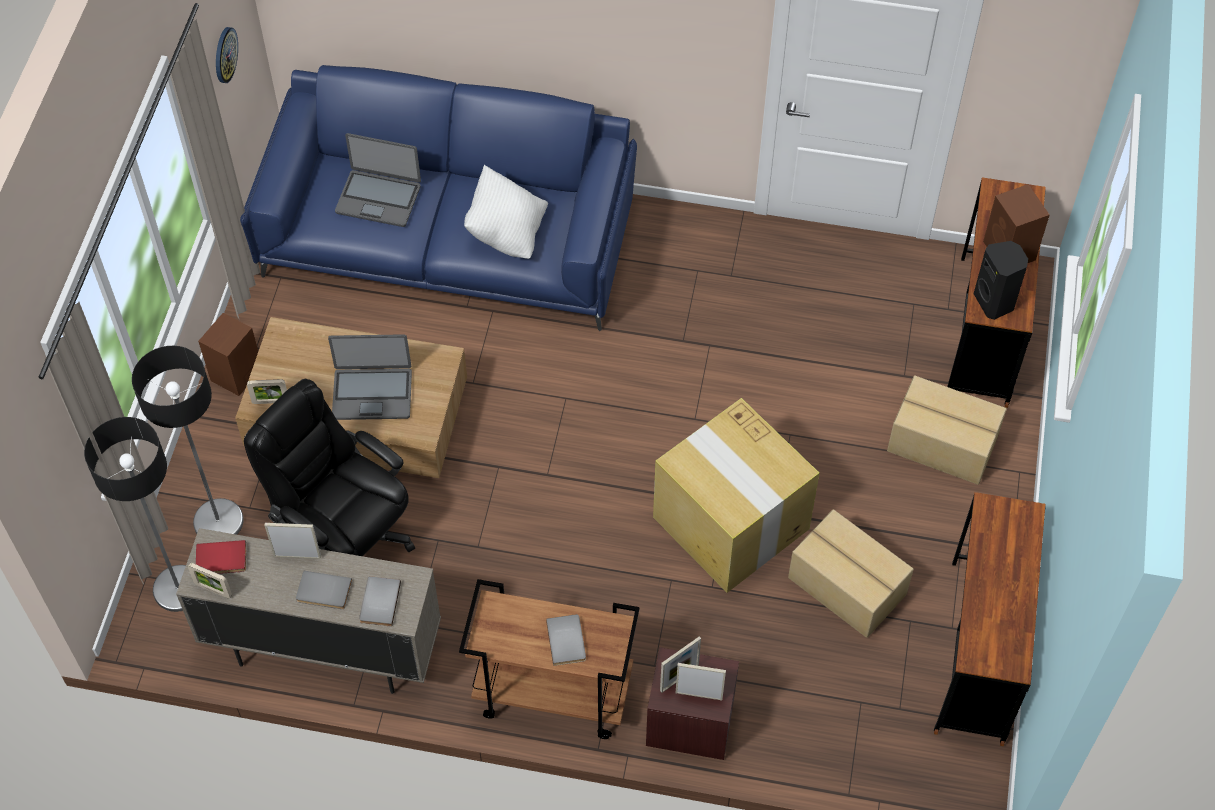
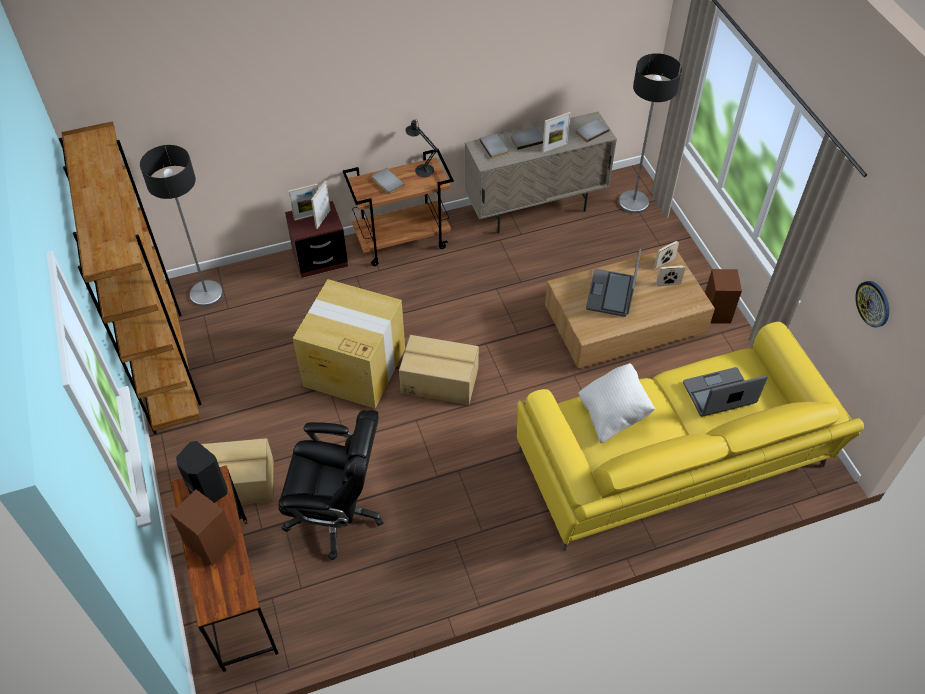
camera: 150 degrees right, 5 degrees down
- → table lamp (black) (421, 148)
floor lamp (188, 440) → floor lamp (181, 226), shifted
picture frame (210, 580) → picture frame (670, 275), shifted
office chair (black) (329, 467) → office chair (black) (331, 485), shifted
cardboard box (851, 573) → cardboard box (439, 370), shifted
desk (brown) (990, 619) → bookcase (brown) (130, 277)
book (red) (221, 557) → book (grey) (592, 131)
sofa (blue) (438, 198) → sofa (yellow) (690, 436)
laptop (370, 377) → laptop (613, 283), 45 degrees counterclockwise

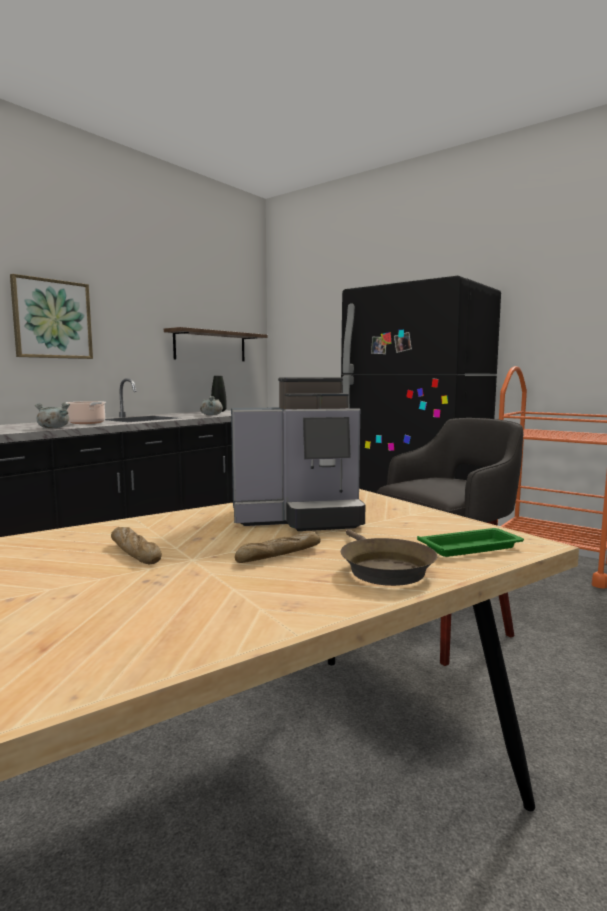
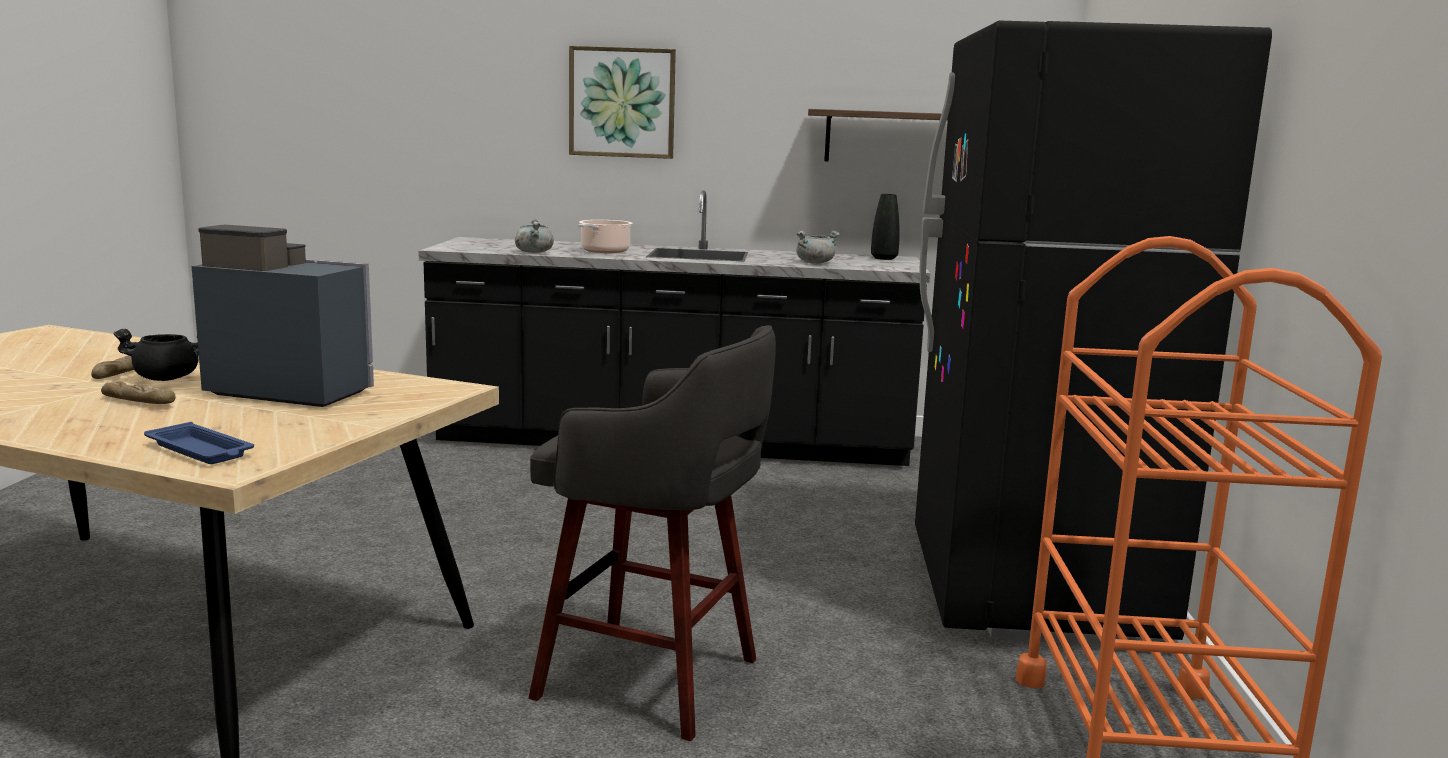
camera: 55 degrees right, 5 degrees up
frying pan (brown) (389, 557) → -
- → cooking pot (black) (156, 355)
tray (green) (470, 542) → tray (blue) (199, 443)
coffee machine (298, 454) → coffee machine (283, 316), 150 degrees clockwise

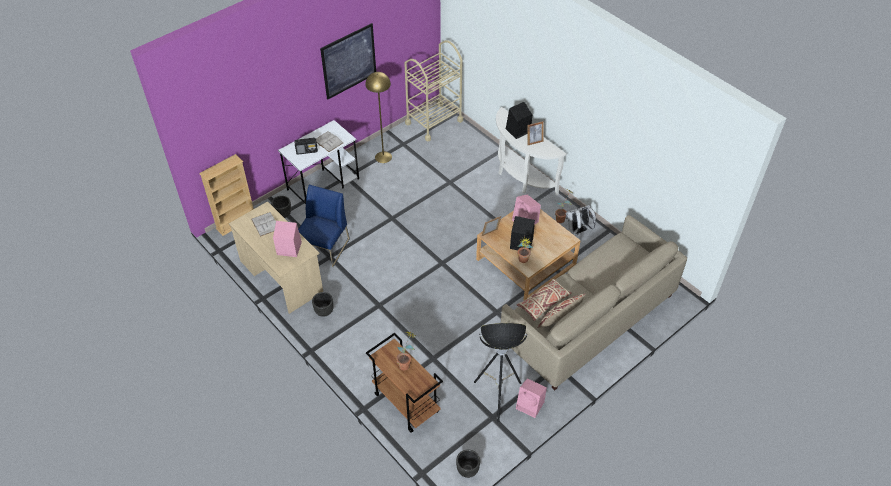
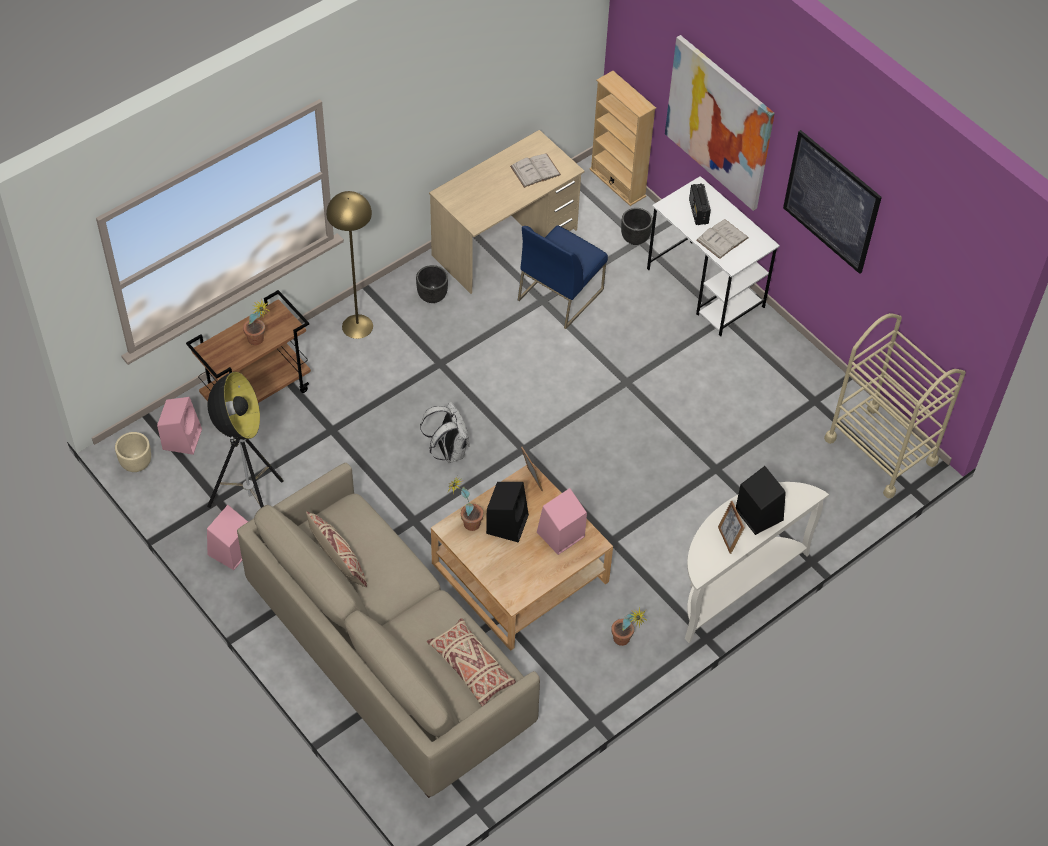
camera: 90 degrees right, 5 degrees up
- → picture (720, 123)
speaker (pink) (287, 239) → speaker (pink) (179, 426), shifted
floor lamp (yellow) (378, 117) → floor lamp (yellow) (349, 265), shifted
pillow (beige) (544, 300) → pillow (beige) (471, 662), shifted
backpack (white) (581, 220) → backpack (white) (445, 432), shifted
planter (black) (468, 463) → planter (beige) (133, 452)
chair (blue) (324, 225) → chair (blue) (563, 277), 105 degrees clockwise

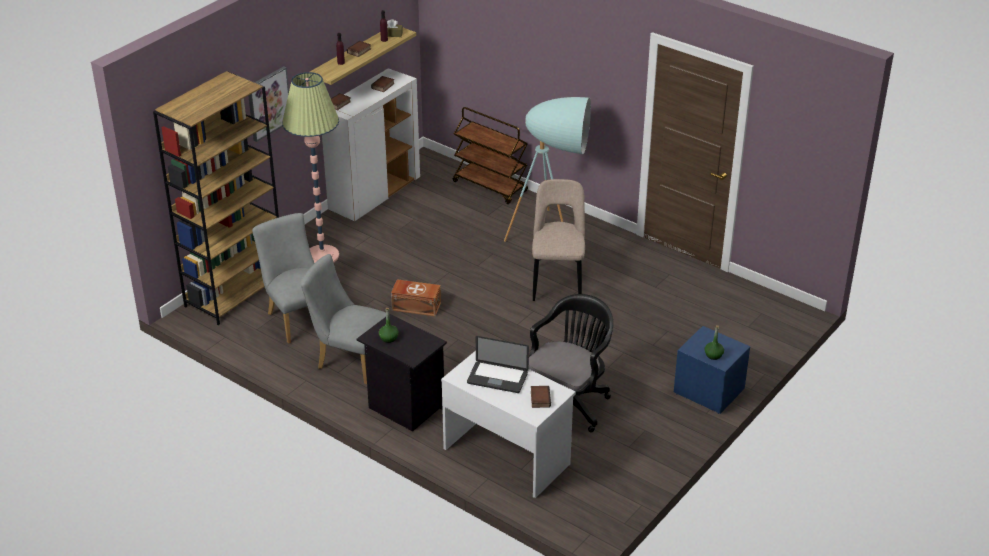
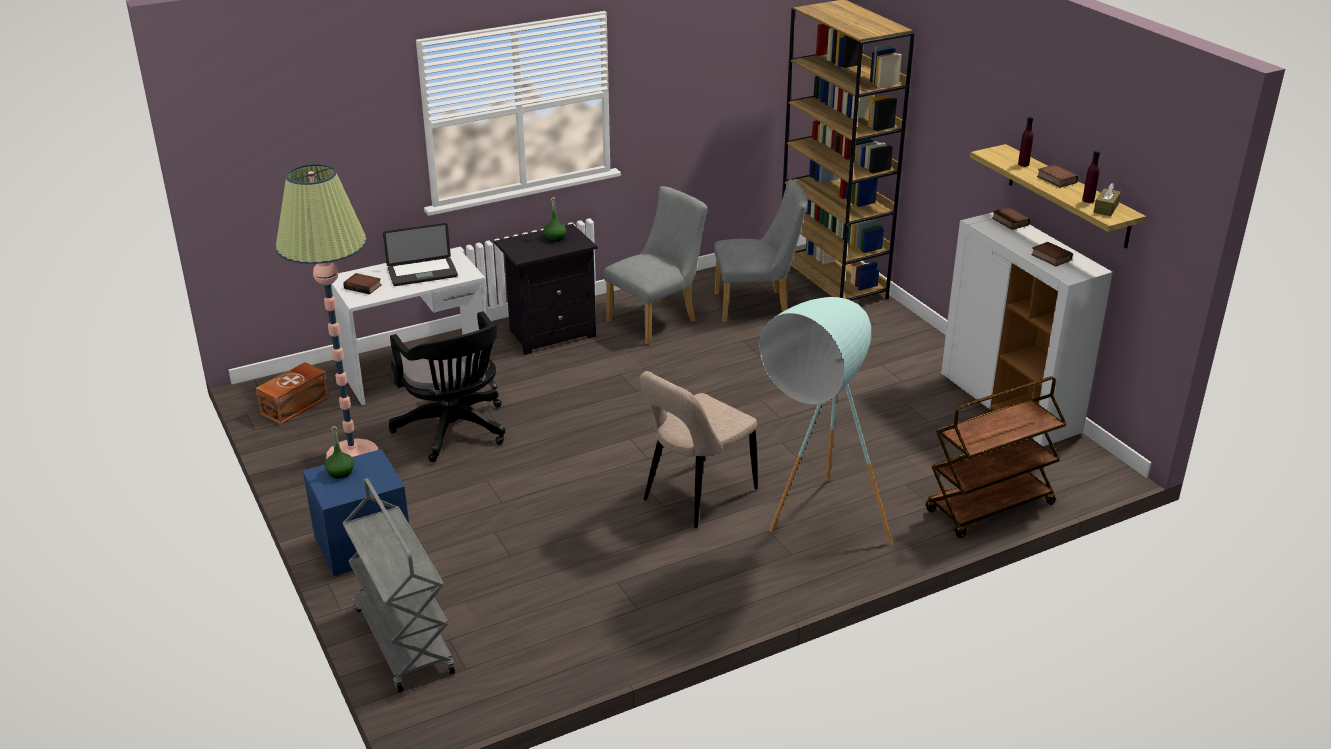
camera: 115 degrees right, 5 degrees down
picture (269, 104) → -
- → cart (grey) (399, 585)
floor lamp (310, 167) → floor lamp (327, 311), shifted
storage box (brown) (416, 297) → storage box (brown) (292, 393), shifted
laptop (498, 364) → laptop (420, 254), 150 degrees counterclockwise
chair (beige) (558, 240) → chair (beige) (699, 449), 105 degrees clockwise

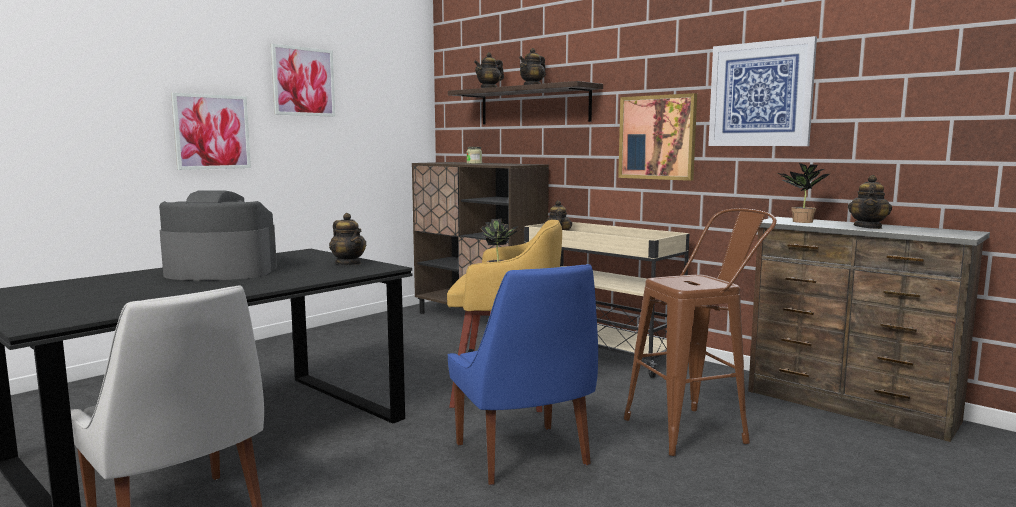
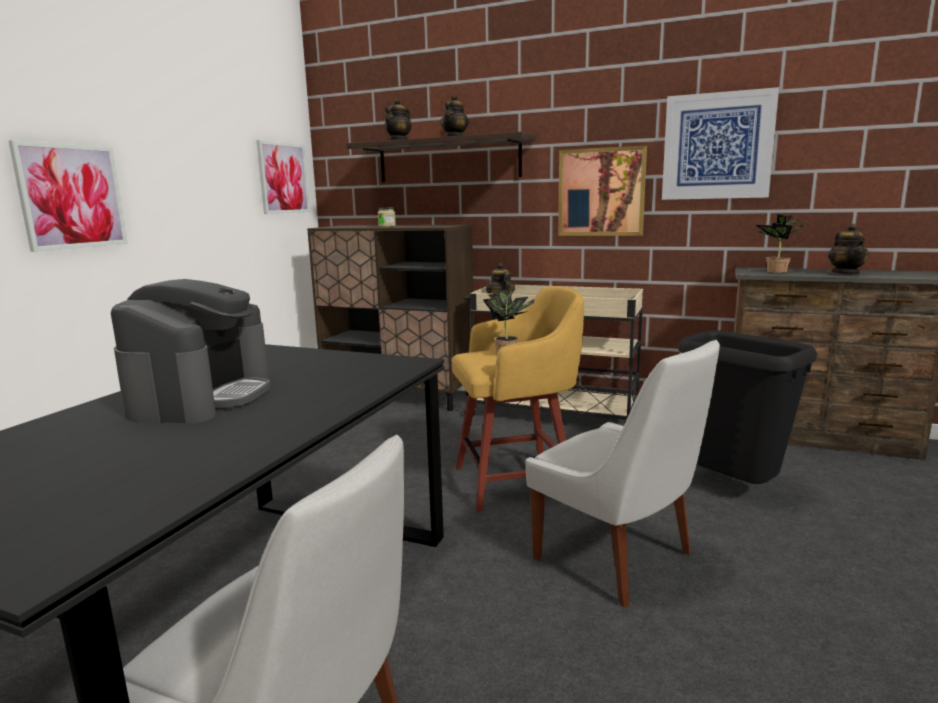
camera: 20 degrees left, 5 degrees up
teapot (347, 239) → -
picture (303, 80) → picture (283, 177), shifted
stool (brown) (700, 332) → trash can (black) (748, 407)
chair (blue) (523, 374) → chair (white) (622, 473)
coffee machine (218, 235) → coffee machine (191, 351), 120 degrees clockwise

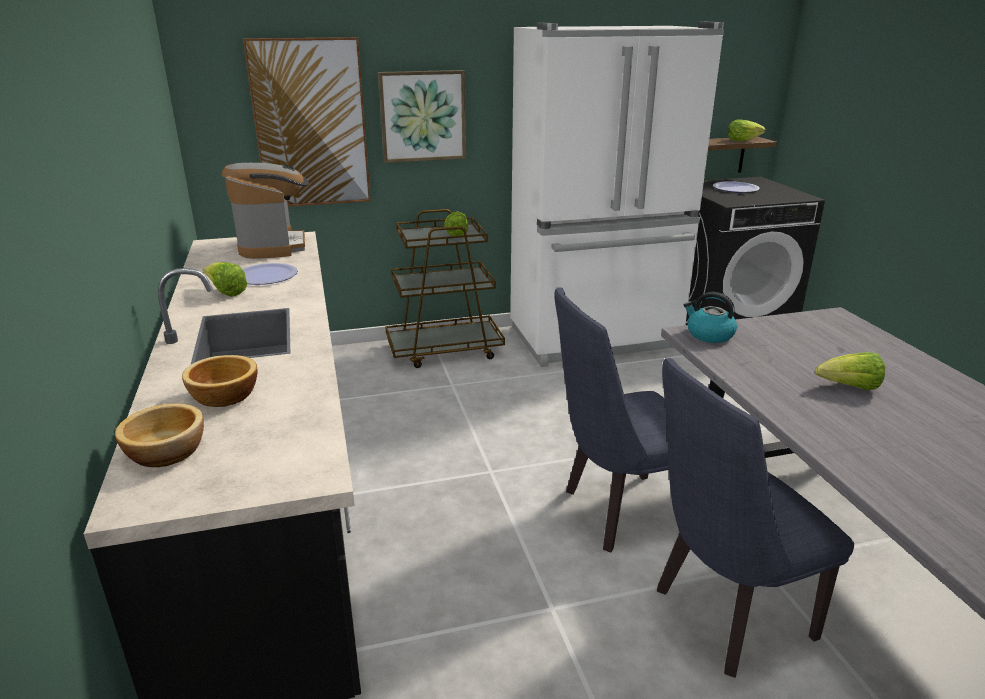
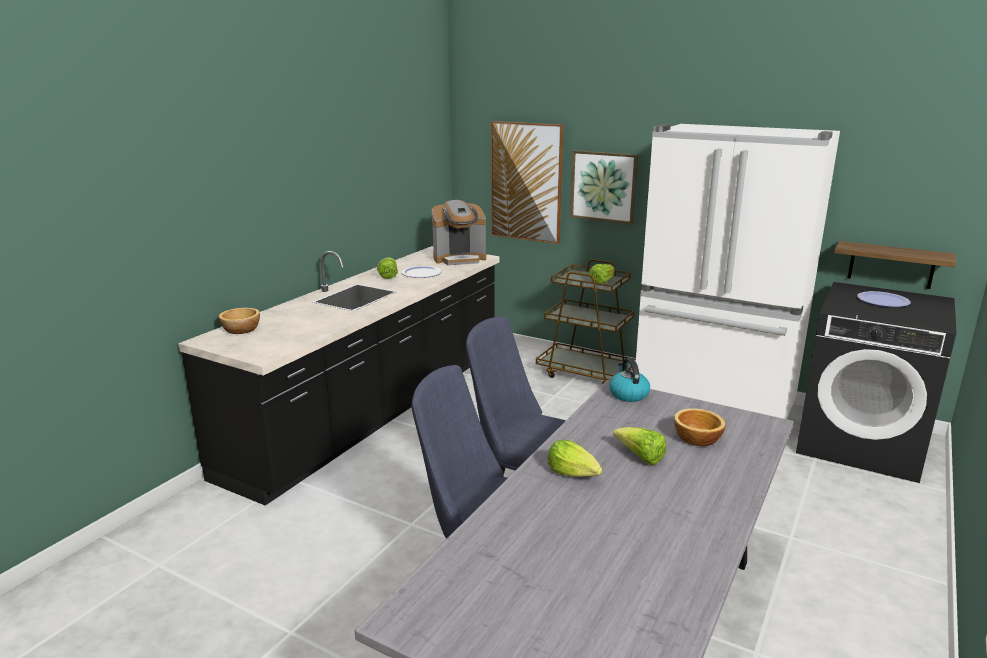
camera: 45 degrees right, 5 degrees down
bowl (219, 381) → bowl (700, 427), shifted
lettuce (747, 130) → lettuce (575, 458), shifted
coffee machine (265, 211) → coffee machine (459, 232), 45 degrees clockwise

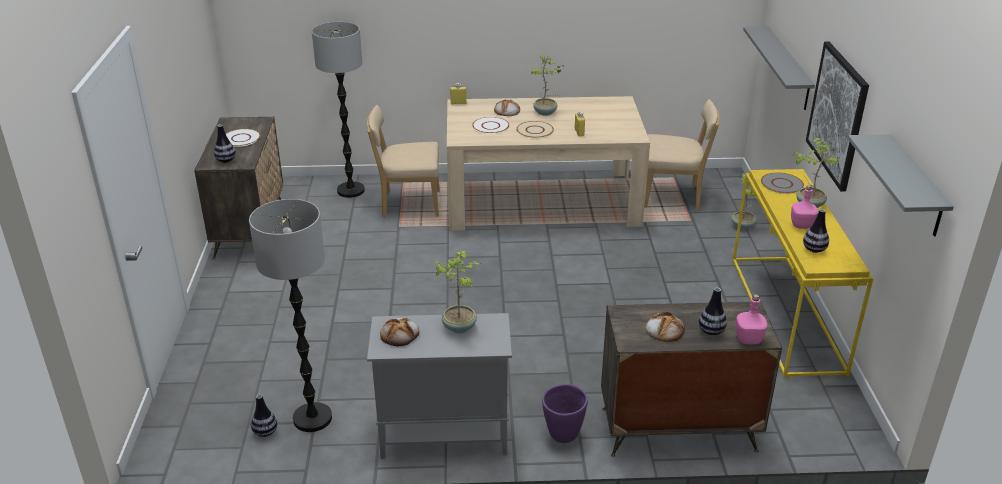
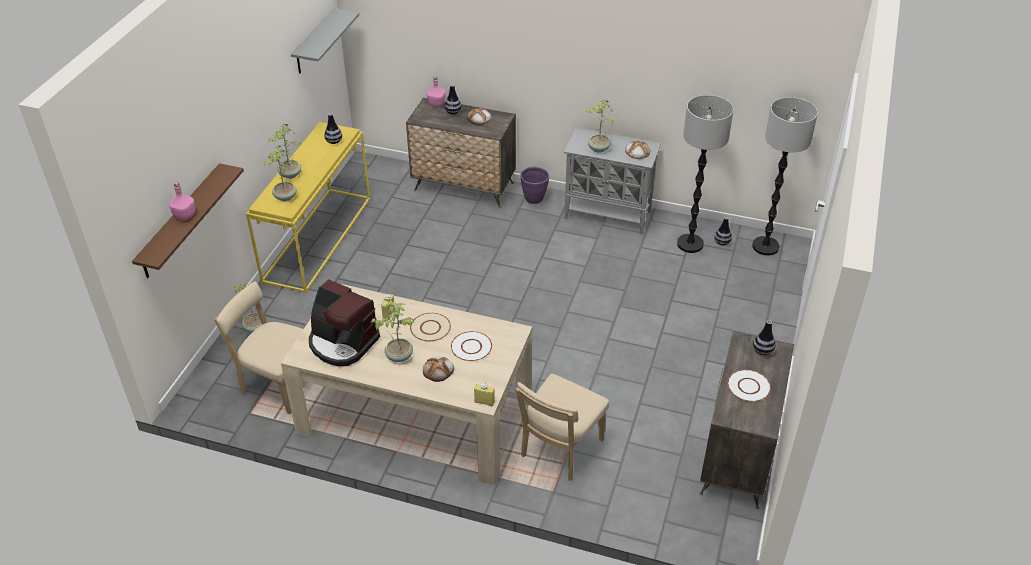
camera: 160 degrees left, 10 degrees up
picture (837, 117) → -
- → coffee machine (344, 322)
floor lamp (338, 110) → floor lamp (785, 176), shifted
bottle (pink) (804, 207) → bottle (pink) (182, 201), shifted
plate (grey) (782, 183) → potted plant (281, 173)
shelf (grey) (779, 68) → shelf (brown) (188, 221)
chair (beige) (403, 161) → chair (beige) (562, 427), 105 degrees clockwise

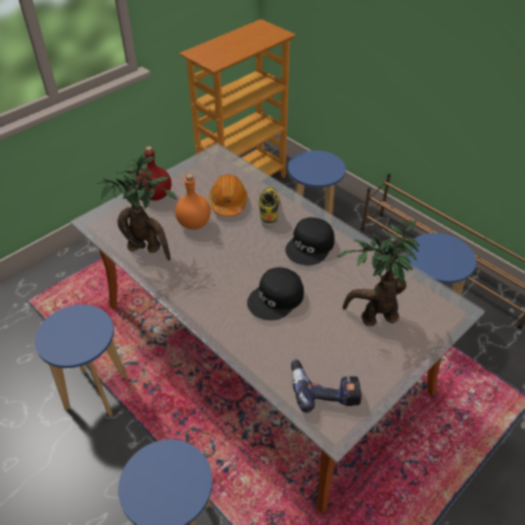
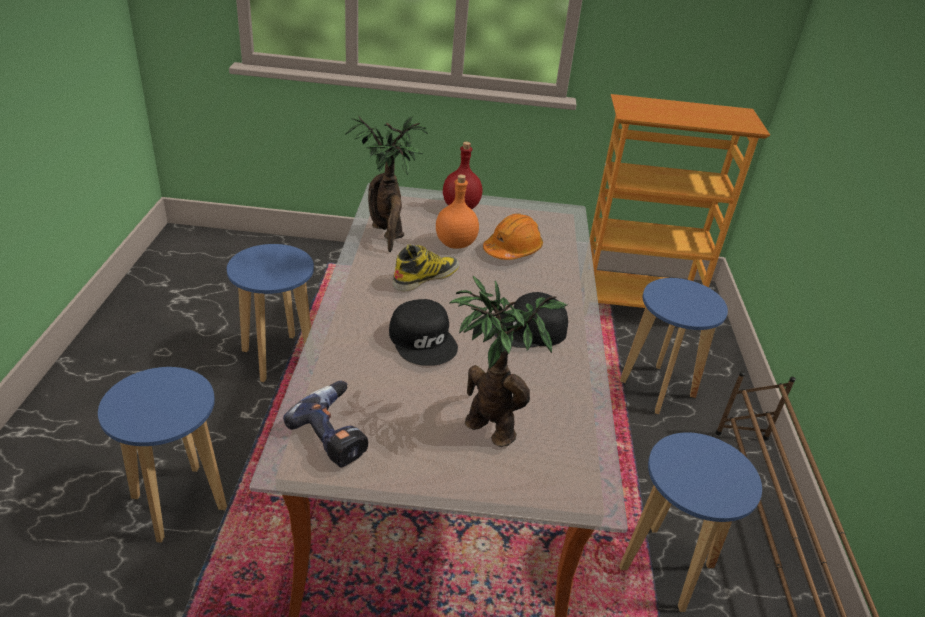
camera: 45 degrees right, 10 degrees down
boot (269, 207) → boot (425, 267), shifted
cap (black) (275, 293) → cap (black) (423, 332), 120 degrees counterclockwise

